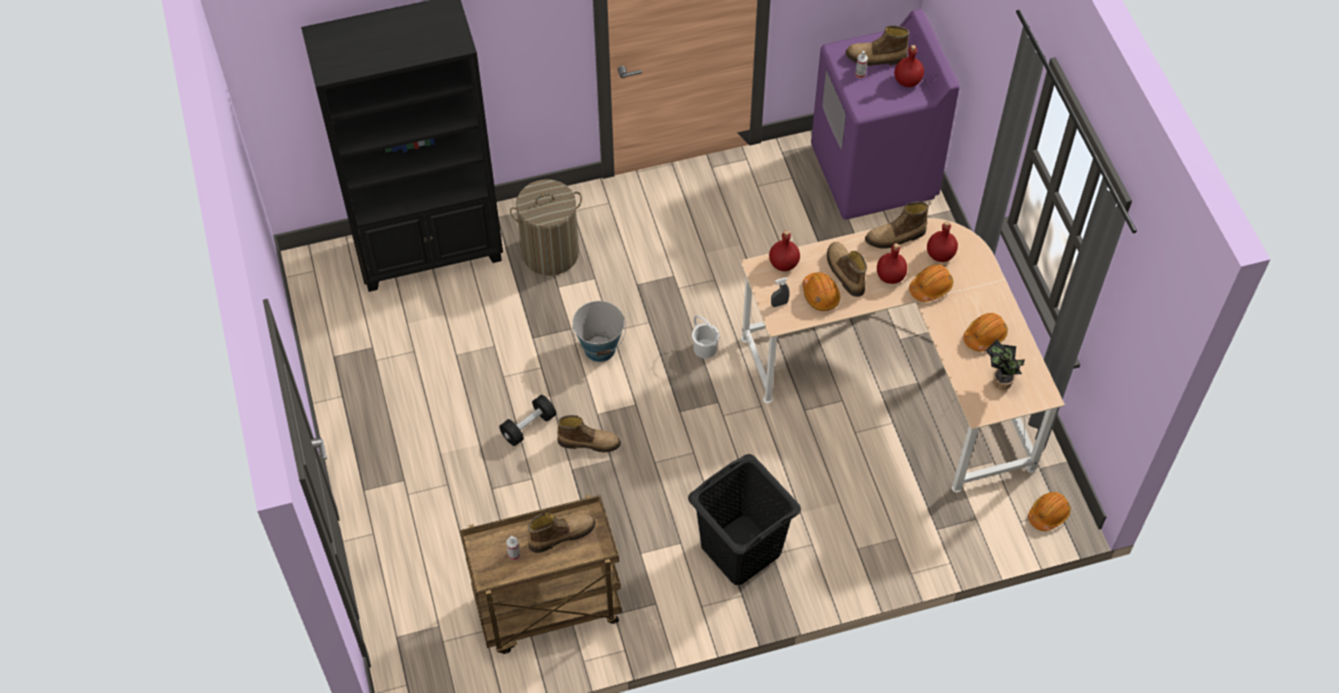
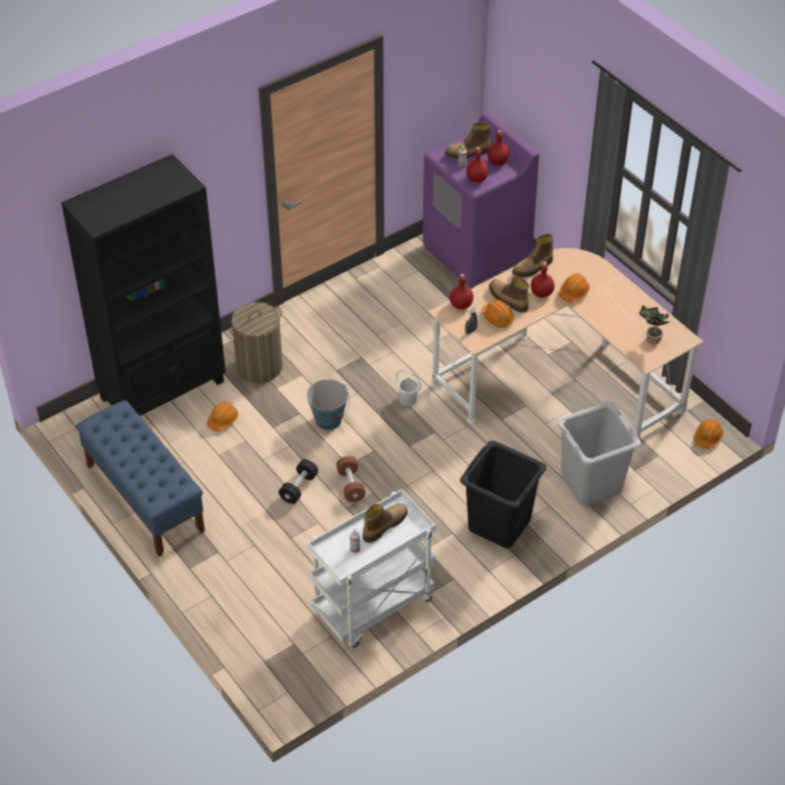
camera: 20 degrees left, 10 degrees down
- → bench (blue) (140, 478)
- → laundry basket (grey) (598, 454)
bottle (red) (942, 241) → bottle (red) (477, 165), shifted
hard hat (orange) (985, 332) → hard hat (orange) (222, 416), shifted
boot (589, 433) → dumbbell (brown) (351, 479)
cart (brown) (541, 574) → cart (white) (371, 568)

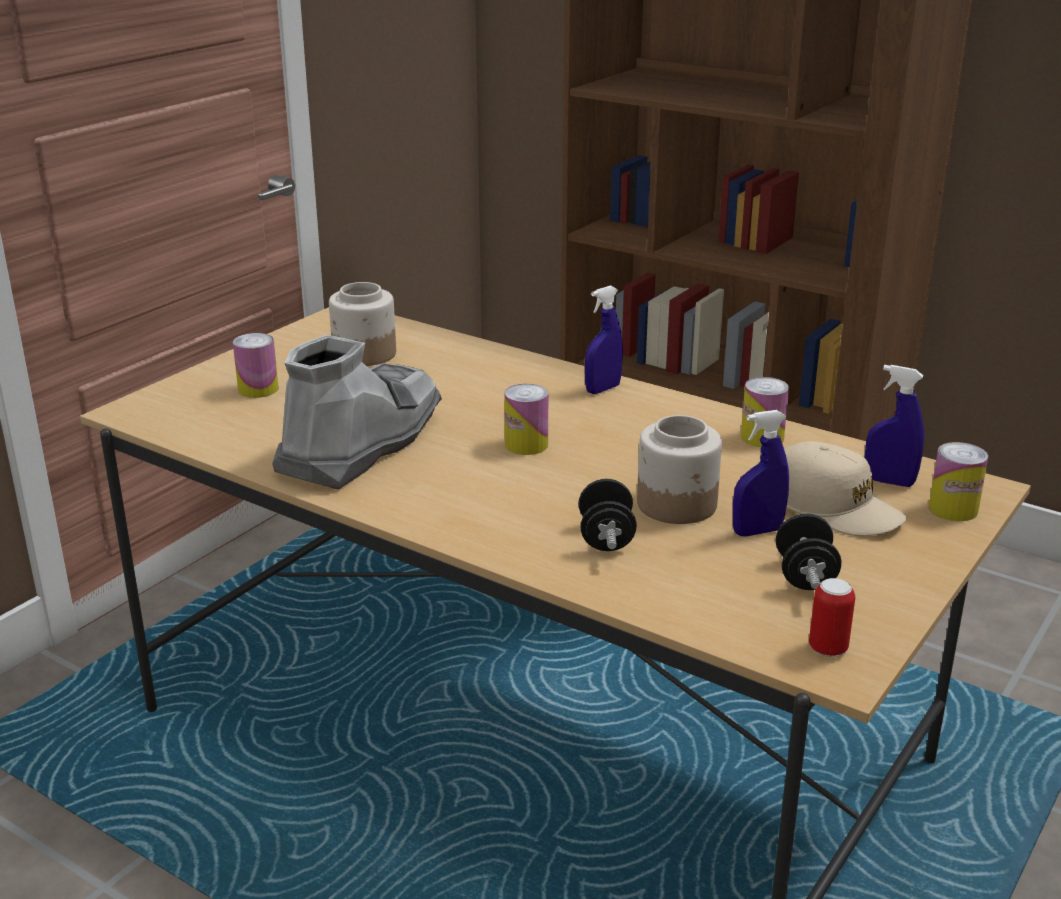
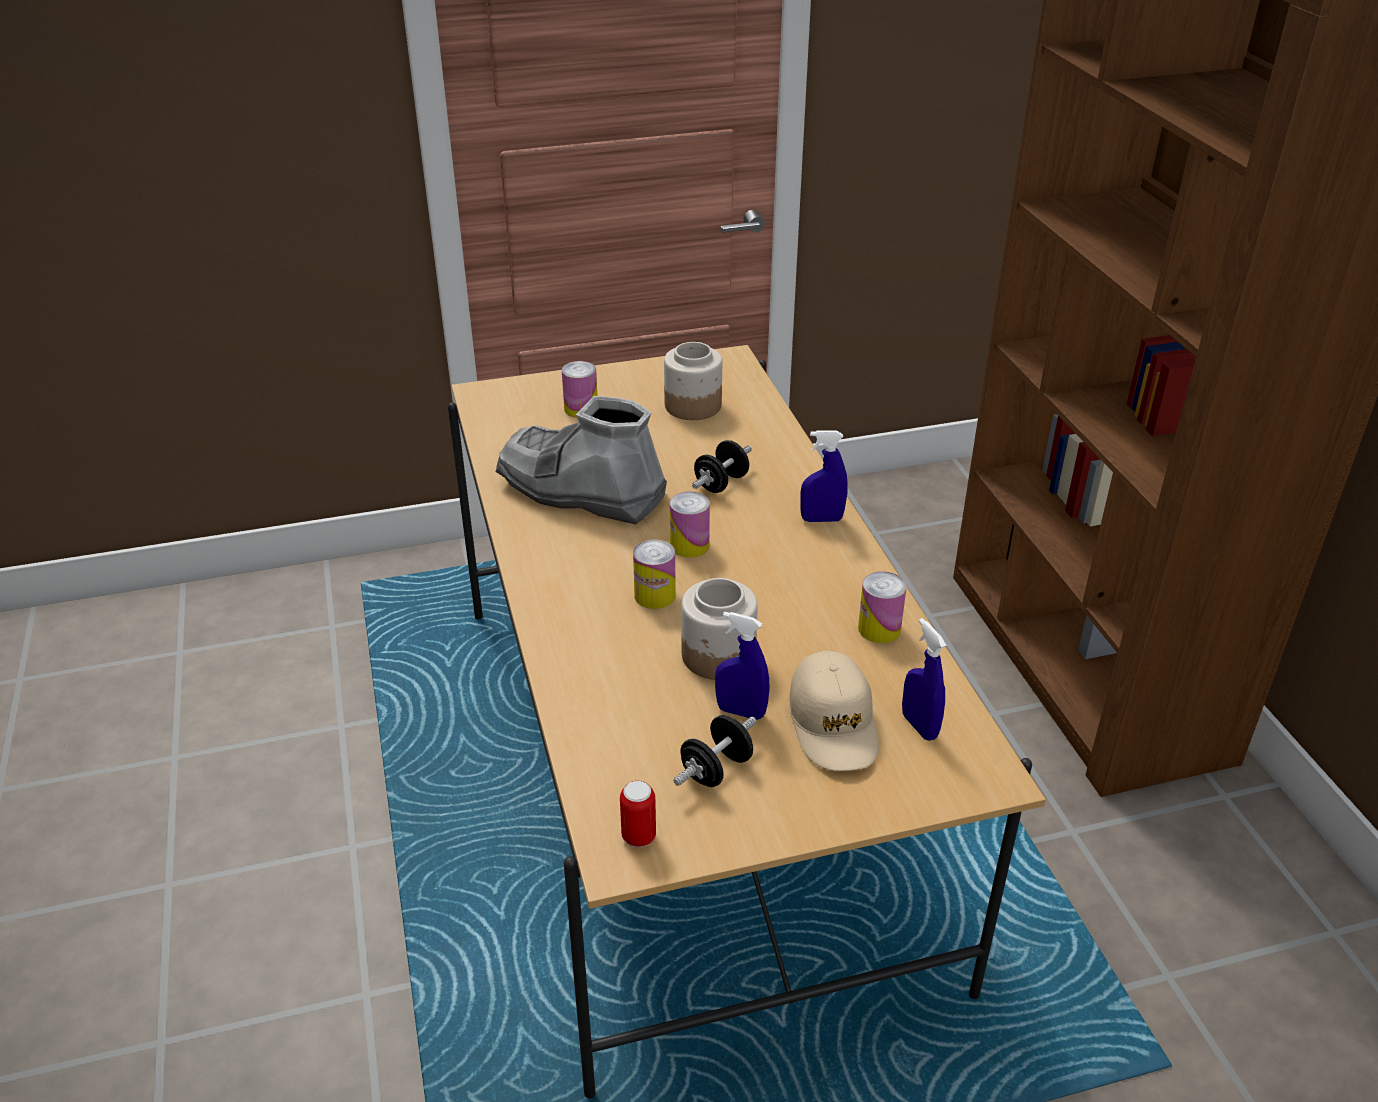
camera: 40 degrees right, 10 degrees up
dumbbell (black) (607, 515) → dumbbell (black) (722, 466), shifted
can (958, 481) → can (654, 574), shifted
boot (grey) (357, 412) → boot (grey) (581, 460), 135 degrees counterclockwise

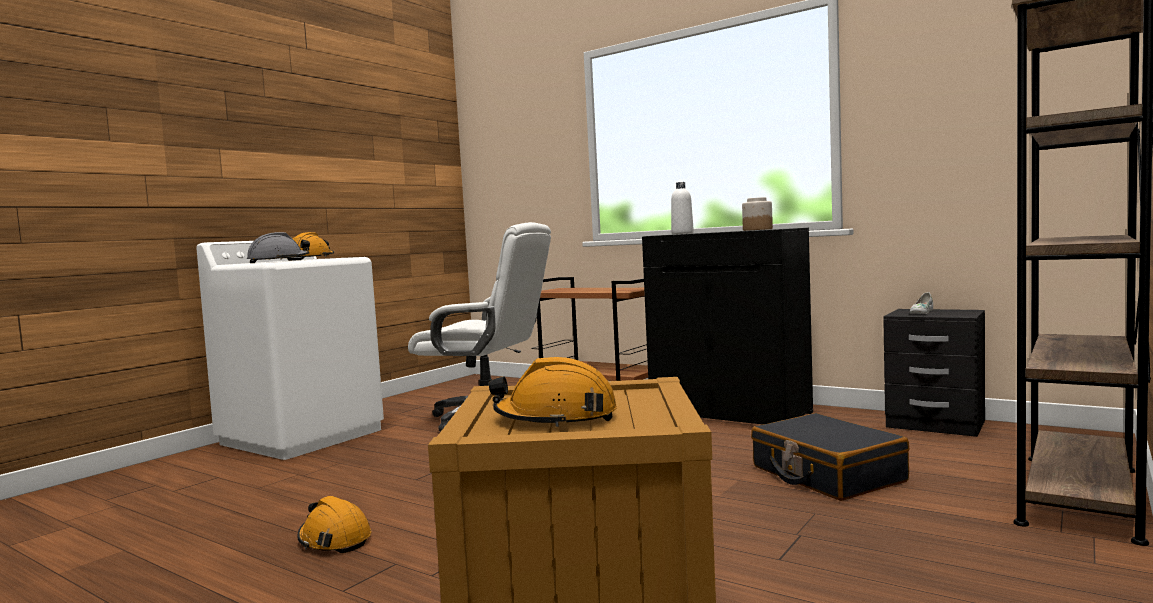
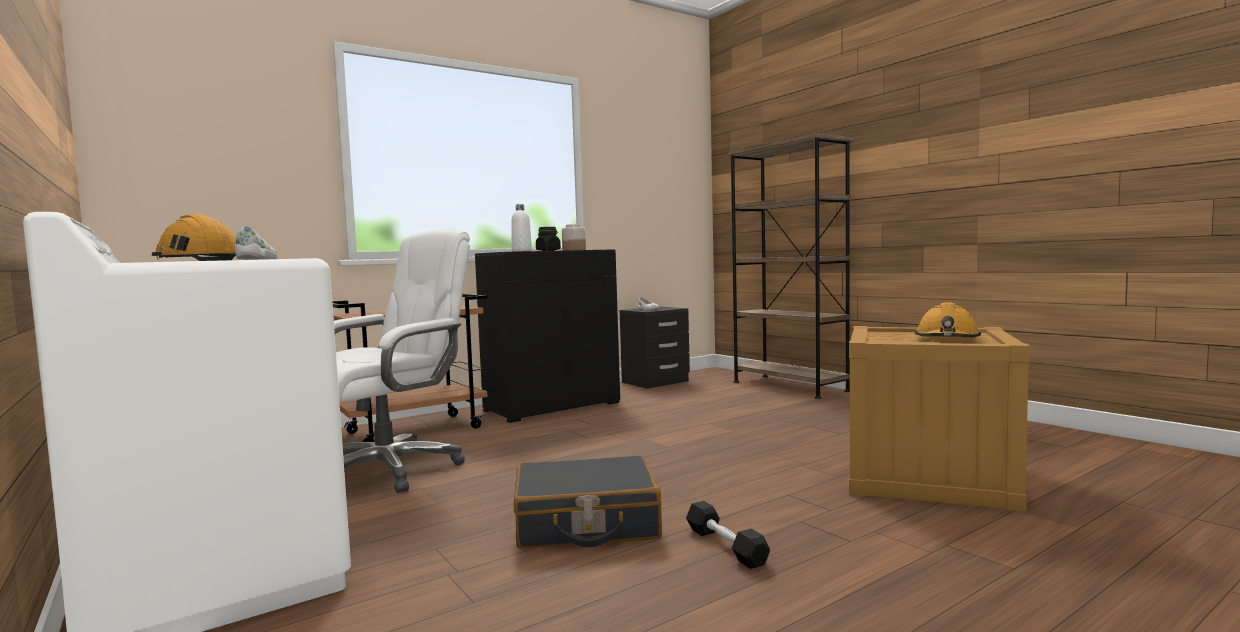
camera: 70 degrees left, 0 degrees up
- → jar (black) (548, 239)
suitcase (black) (830, 457) → suitcase (black) (588, 502), shifted
hard hat (grey) (278, 247) → shoe (white) (256, 243)
hard hat (orange) (334, 524) → dumbbell (black) (728, 535)

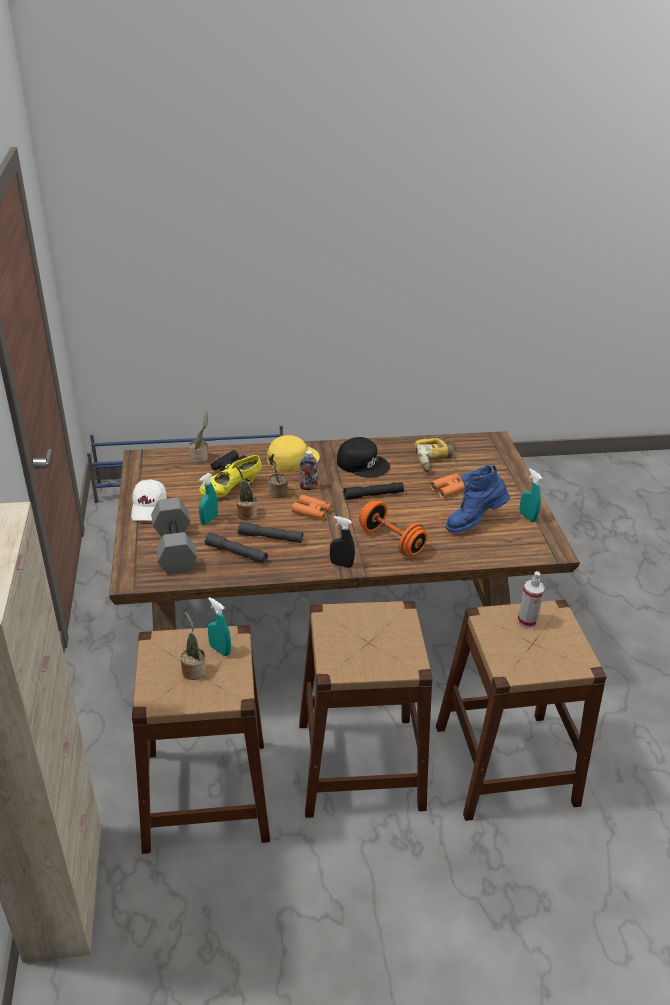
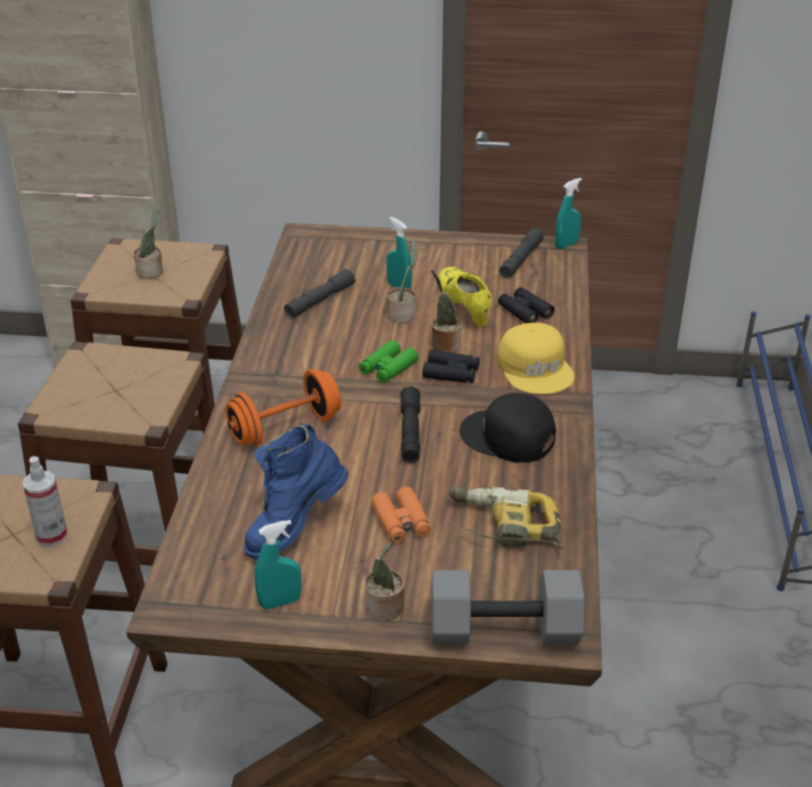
camera: 105 degrees right, 0 degrees up
cap (white) (149, 500) → -
spray bottle (black) (342, 542) → -
dumbbell (grey) (174, 536) → dumbbell (grey) (508, 607), shifted
potted plant (198, 437) → potted plant (385, 581), shifted
spray bottle (turquoise) (219, 626) → spray bottle (turquoise) (568, 213), shifted
flashlight (grey) (270, 532) → flashlight (grey) (521, 253), shifted
bottle (308, 470) → binoculars (black) (451, 366)
binoculars (orange) (312, 507) → binoculars (green) (388, 361)
cap (black) (363, 457) → cap (black) (508, 428), 75 degrees clockwise
boot (blue) (478, 498) → boot (blue) (296, 491), 120 degrees counterclockwise

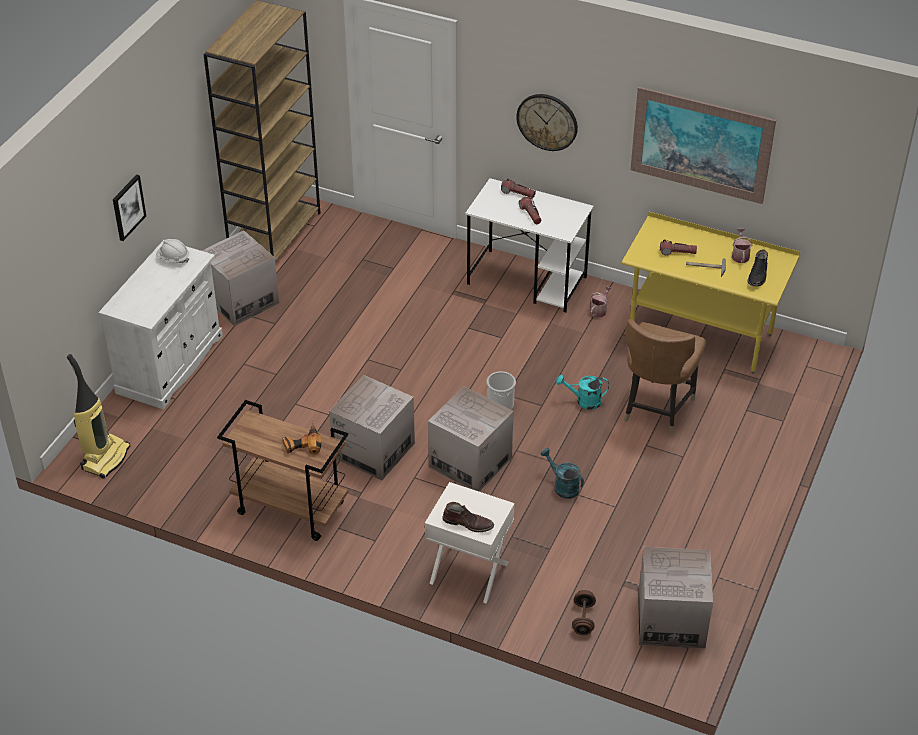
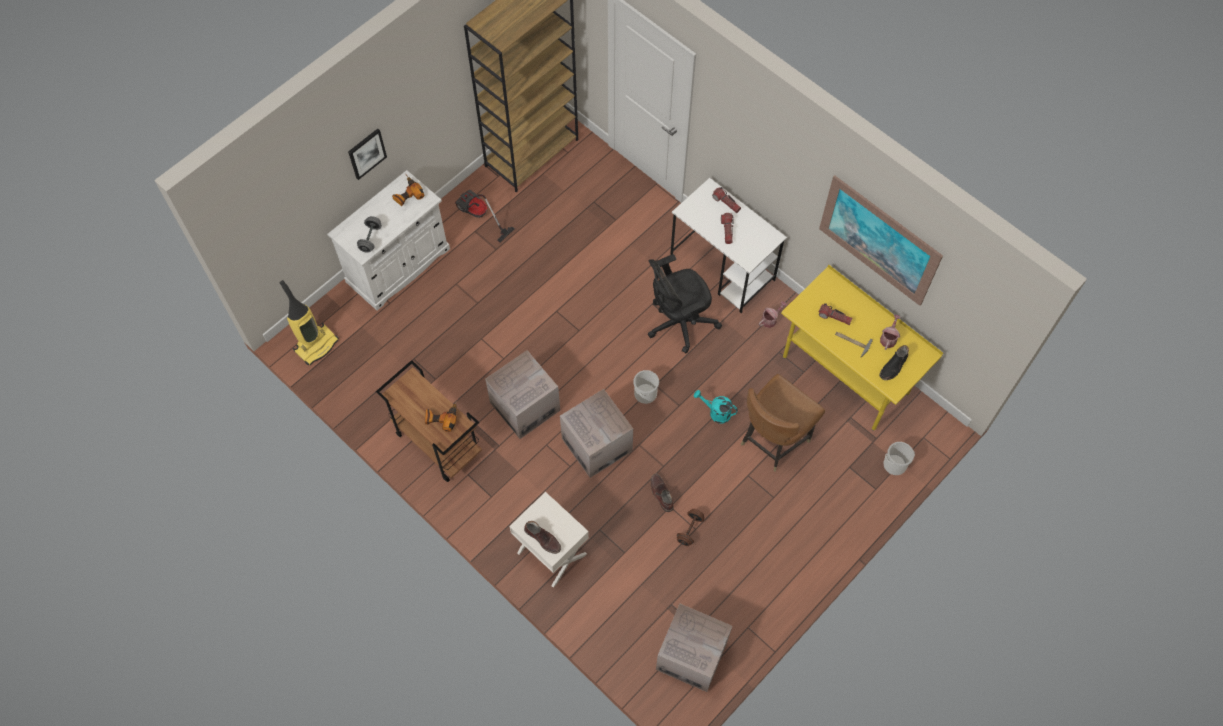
camera: 20 degrees right, 20 degrees up
wall clock (547, 122) → -
- → dumbbell (grey) (369, 234)
- → office chair (black) (685, 304)
- → bucket (899, 458)
dumbbell (brown) (584, 612) → dumbbell (brown) (690, 527), shifted
hard hat (white) (173, 251) → power drill (408, 190)
cardboard box (240, 278) → vacuum cleaner (485, 216)
watering can (turquoise) (562, 473) → boot (brown) (662, 493)

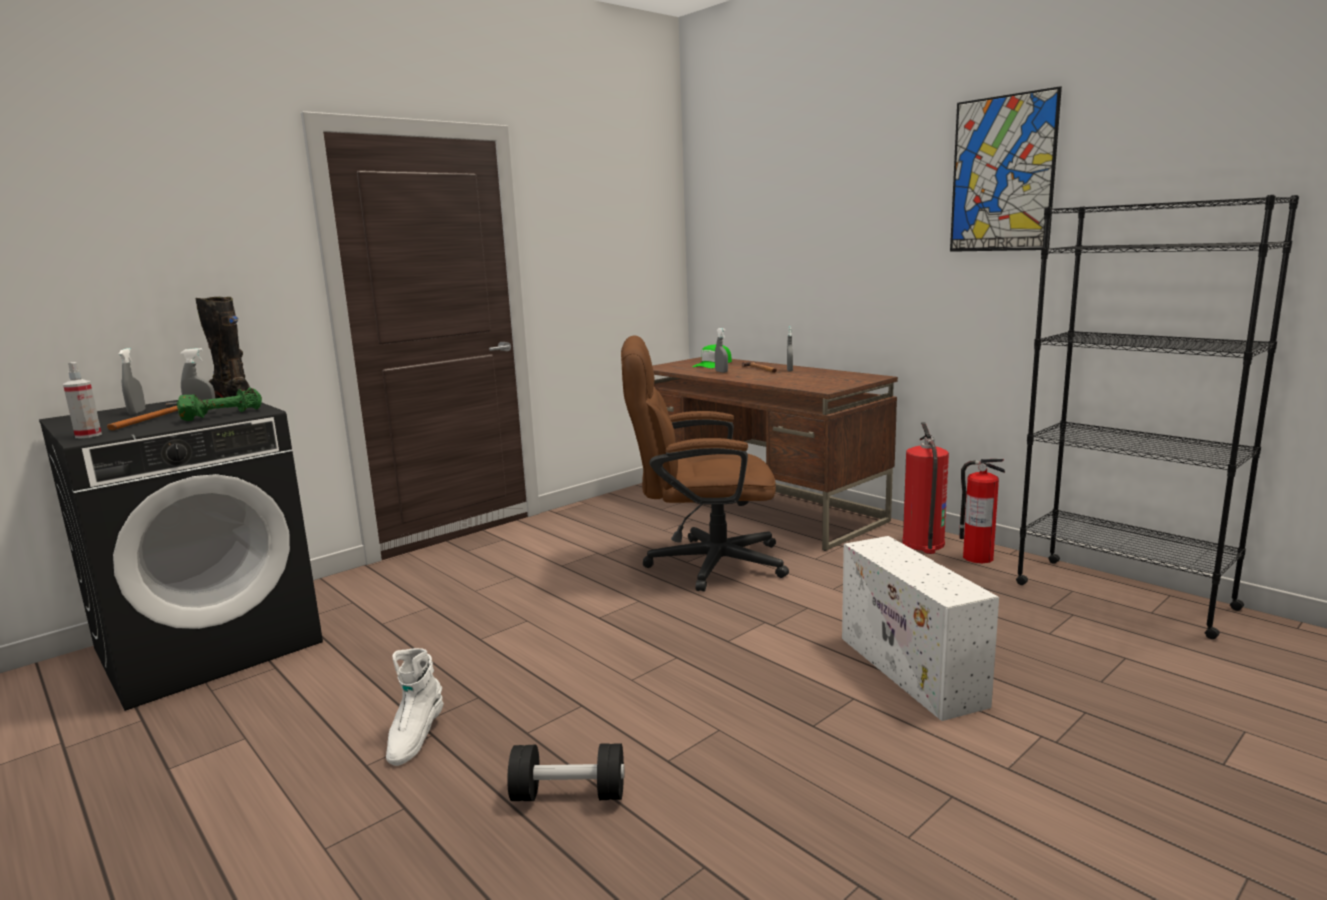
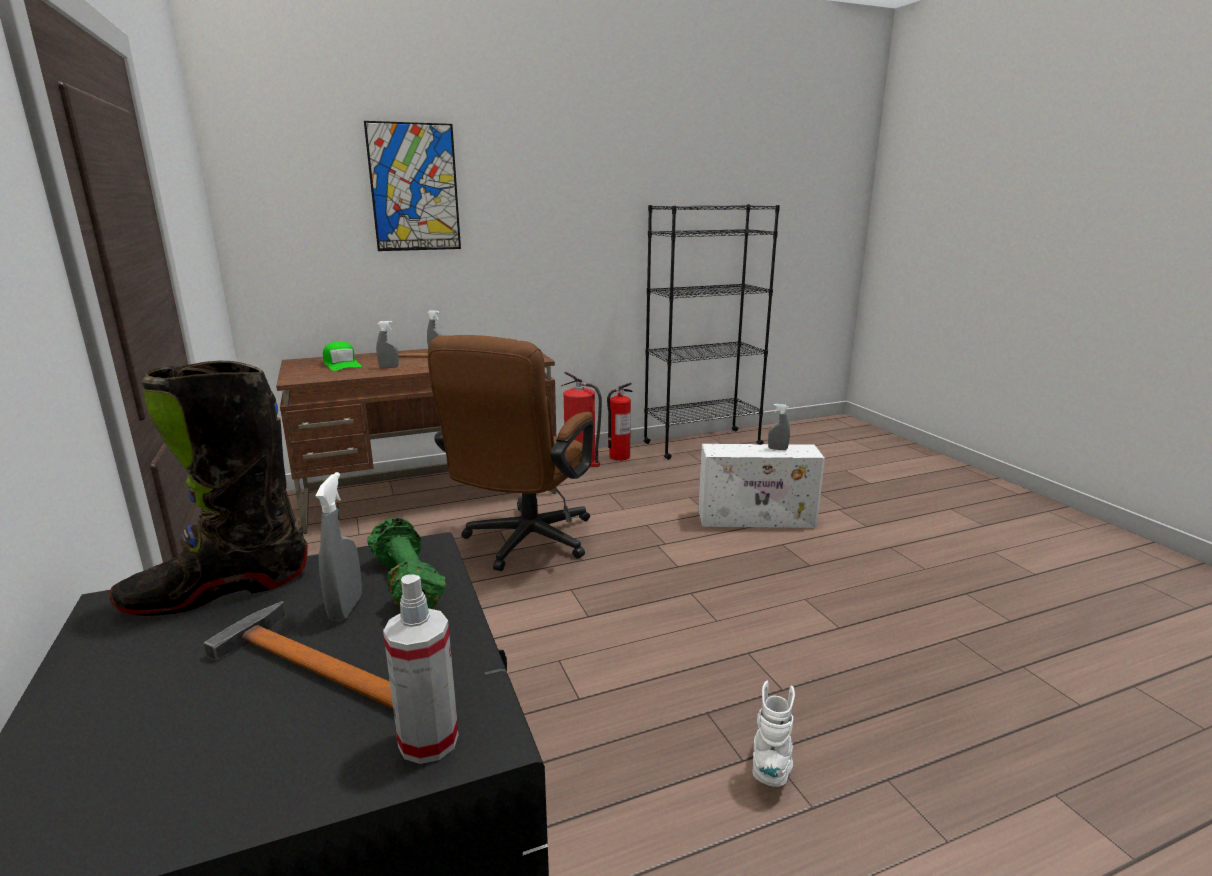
camera: 70 degrees left, 5 degrees up
dumbbell (black) (566, 772) → -
spray bottle (grey) (132, 381) → spray bottle (grey) (779, 427), shifted
picture (1006, 169) → picture (412, 186), shifted
boot (white) (415, 707) → boot (white) (774, 734), 105 degrees counterclockwise

